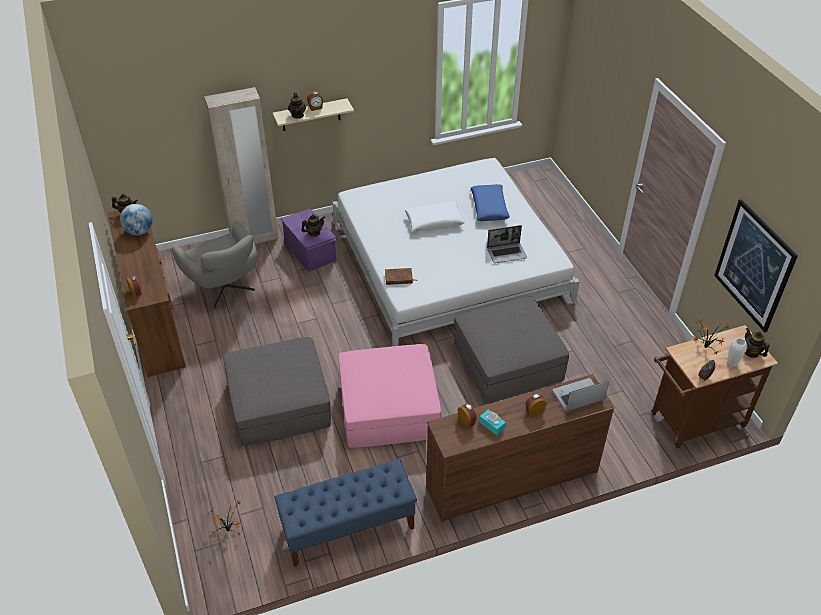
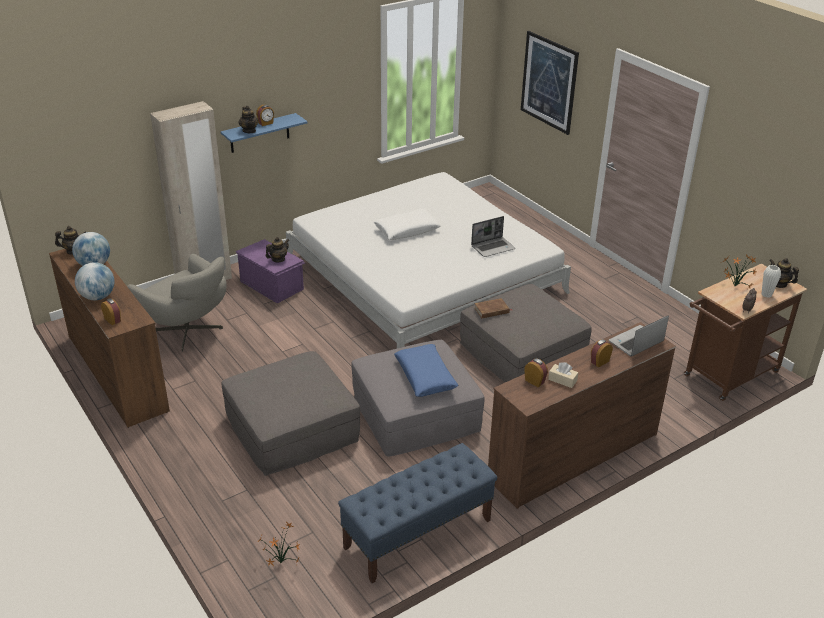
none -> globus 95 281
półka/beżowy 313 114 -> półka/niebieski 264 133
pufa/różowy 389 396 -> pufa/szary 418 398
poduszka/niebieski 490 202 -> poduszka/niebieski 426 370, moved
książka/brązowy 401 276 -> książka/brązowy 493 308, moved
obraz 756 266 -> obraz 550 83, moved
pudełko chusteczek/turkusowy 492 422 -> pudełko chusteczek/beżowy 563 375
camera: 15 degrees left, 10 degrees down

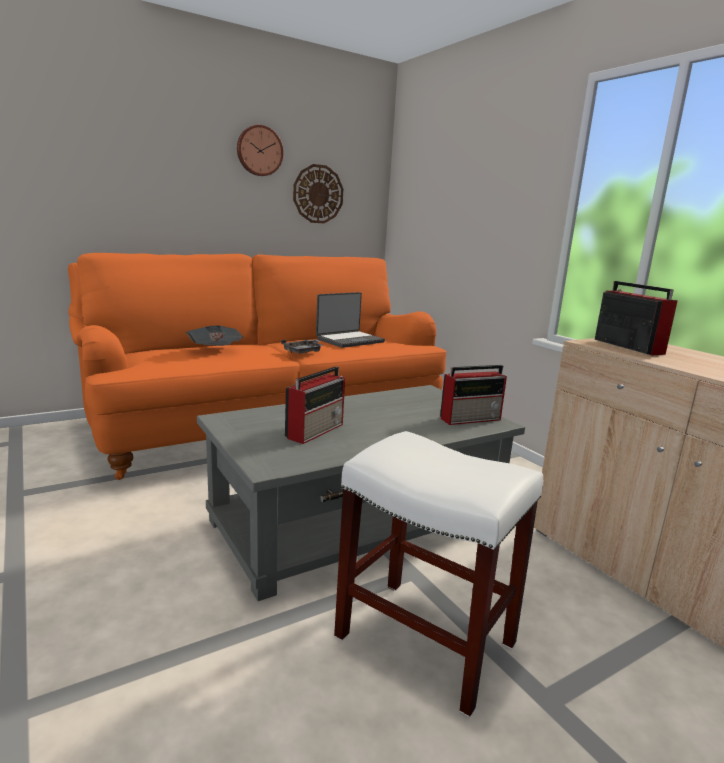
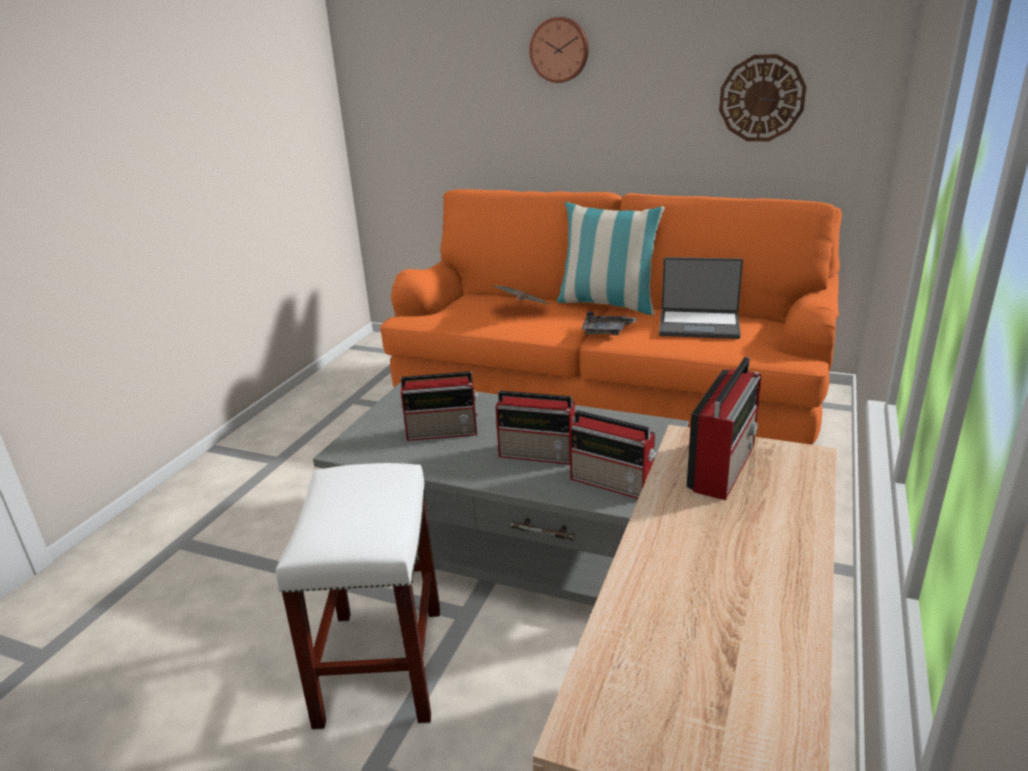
none -> radio 535 428
zegar ścienny 260 150 -> zegar ścienny 559 50, moved
none -> poduszka 611 258
camera: 55 degrees right, 10 degrees up

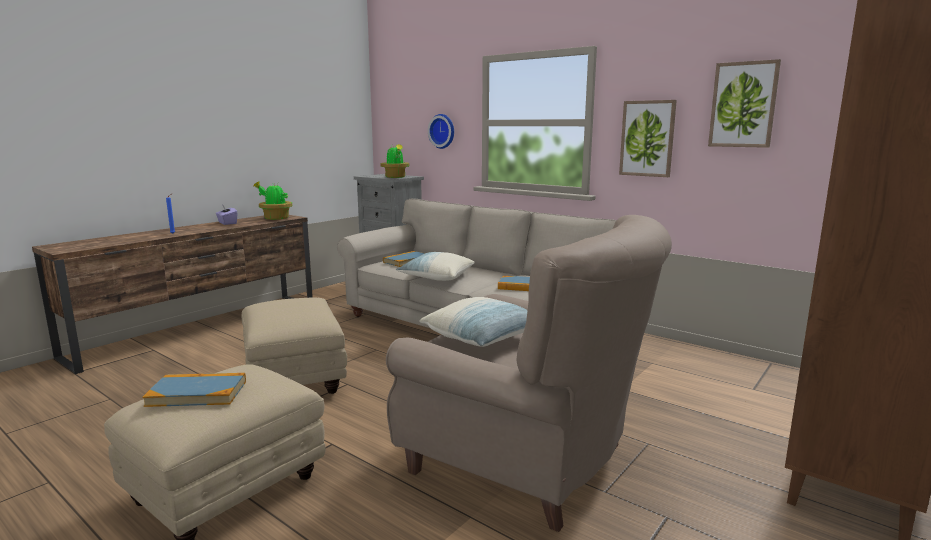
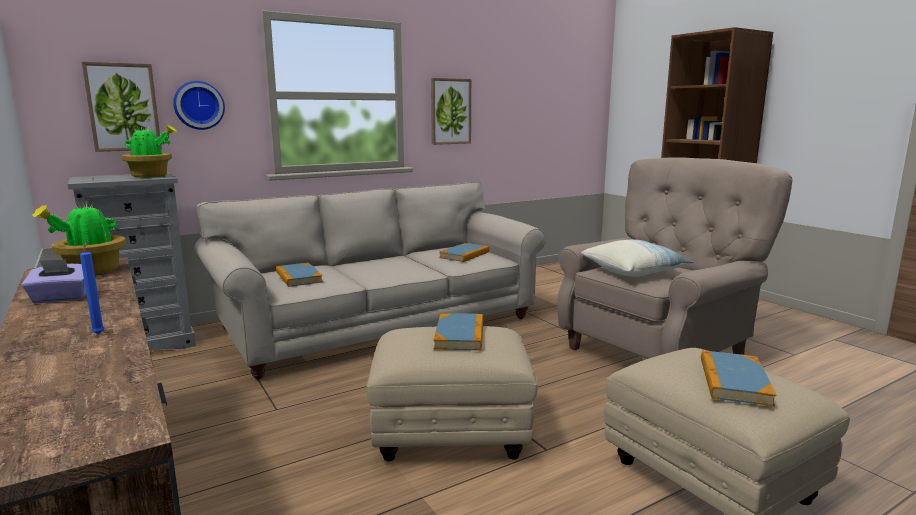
obraz 744 103 -> obraz 122 107, moved
none -> książka 458 332
poduszka 435 266 -> none
camera: 70 degrees left, 0 degrees up

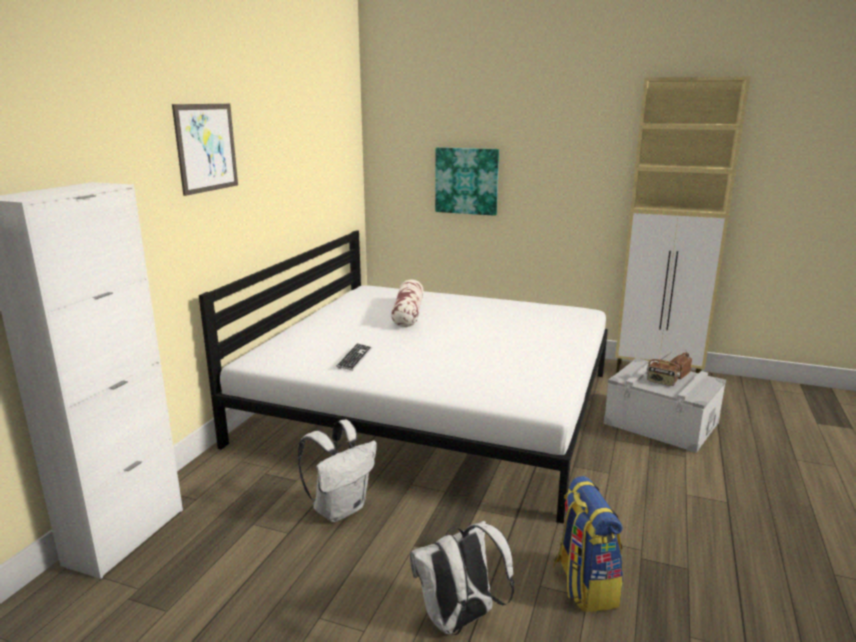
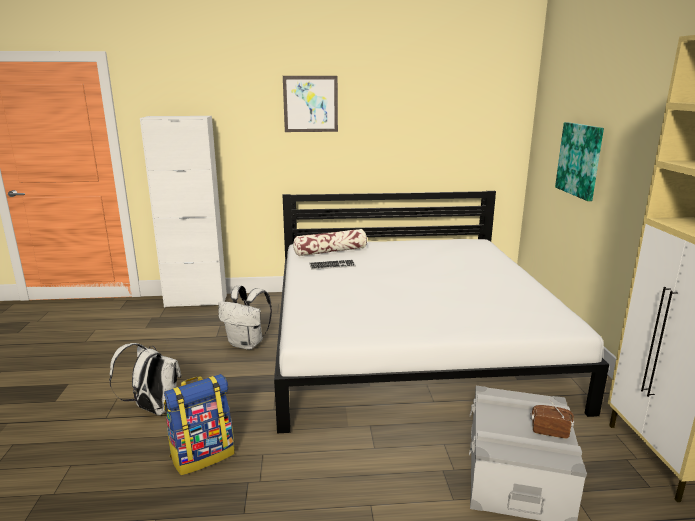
poduszka 407 303 -> poduszka 330 242, moved
radio 663 369 -> none
camera: 65 degrees right, 0 degrees up

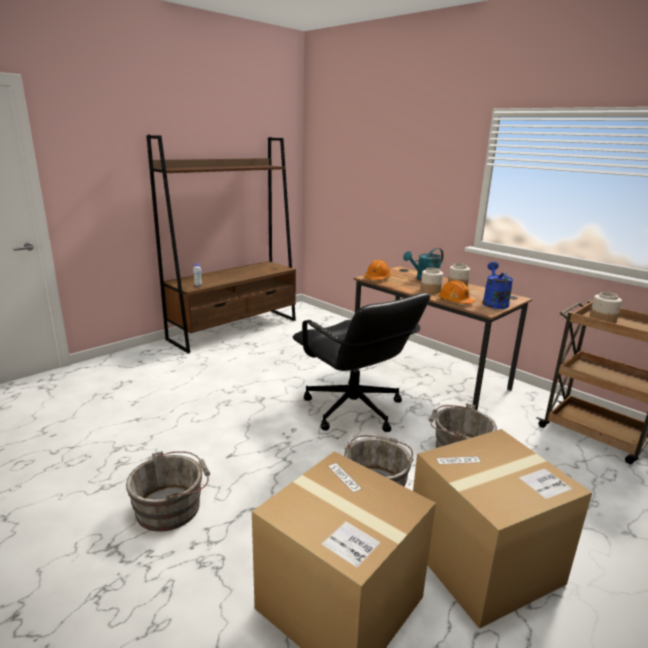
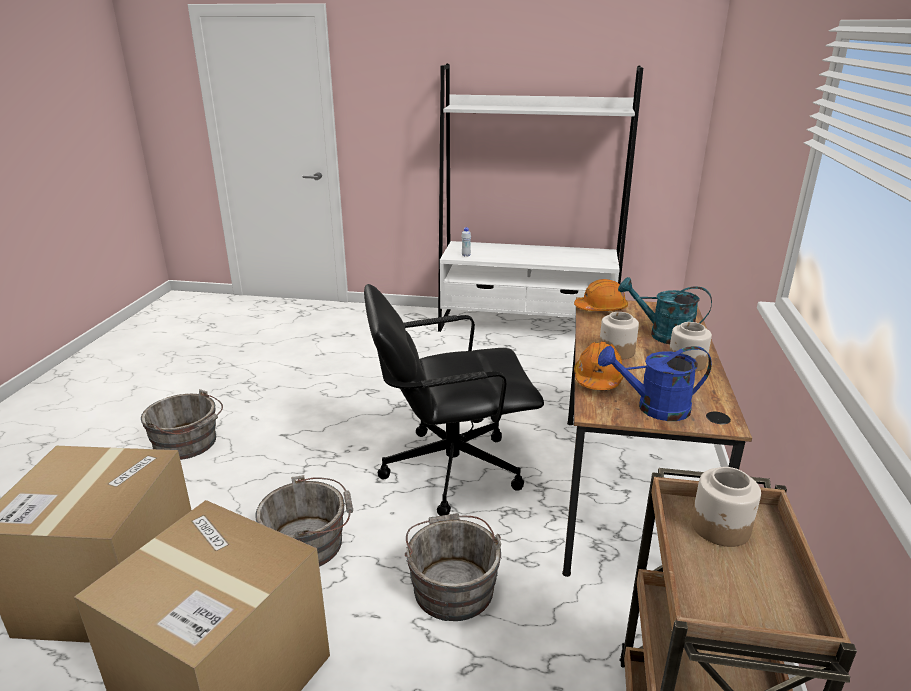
krzesło biurowe/czarny 361 362 -> krzesło biurowe/czarny 454 400, 60 degrees clockwise
regał/brązowy 221 244 -> regał/biały 540 198
konewka/niebieski 498 285 -> konewka/niebieski 655 383, 150 degrees counterclockwise
camera: 55 degrees right, 5 degrees up

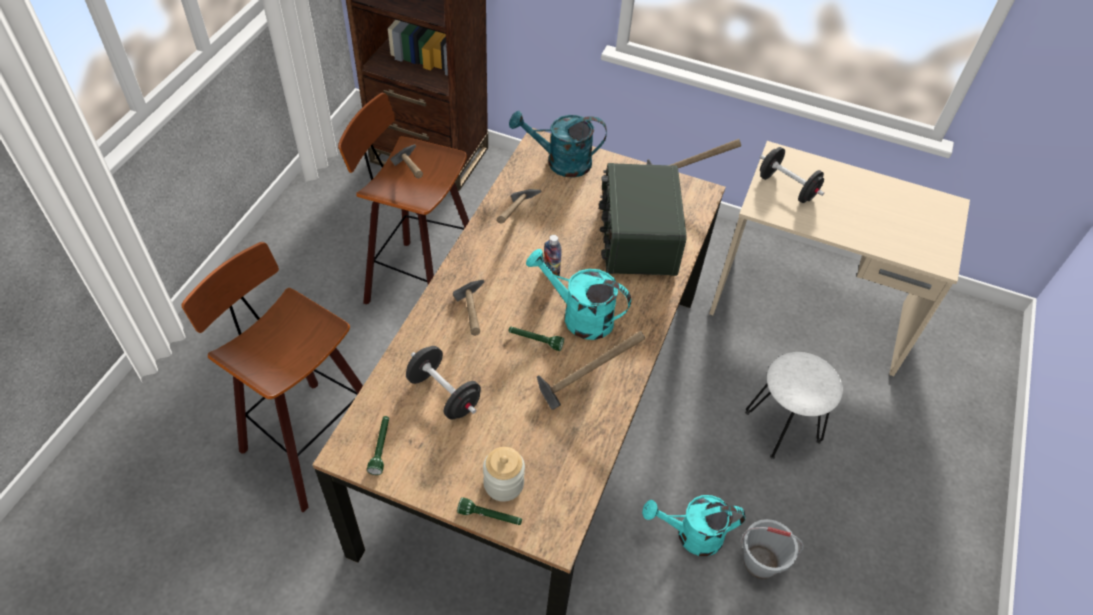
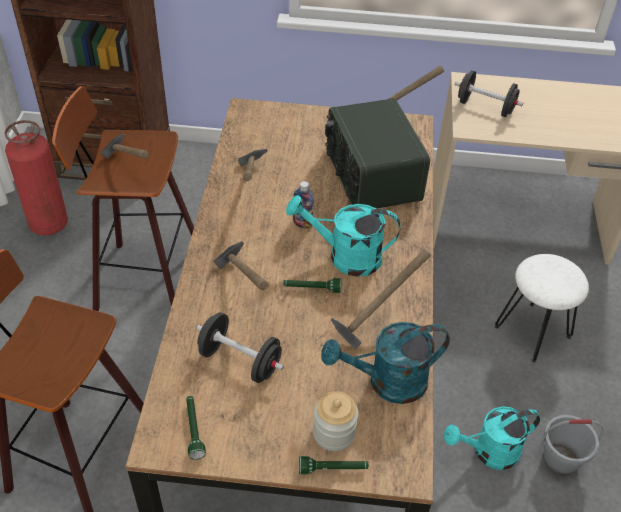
none -> gaśnica 36 178
konewka/turkusowy 558 144 -> konewka/turkusowy 385 363, moved
camera: 15 degrees left, 5 degrees down

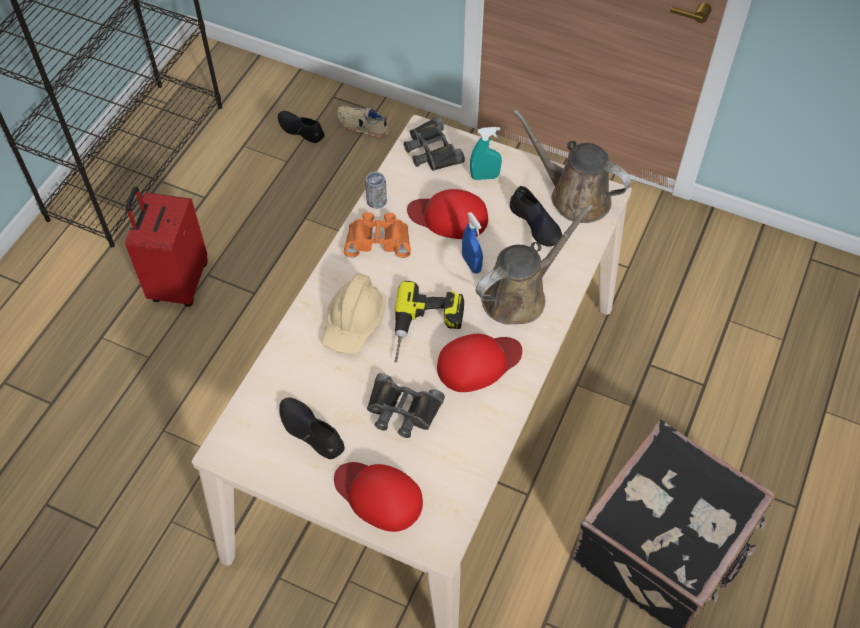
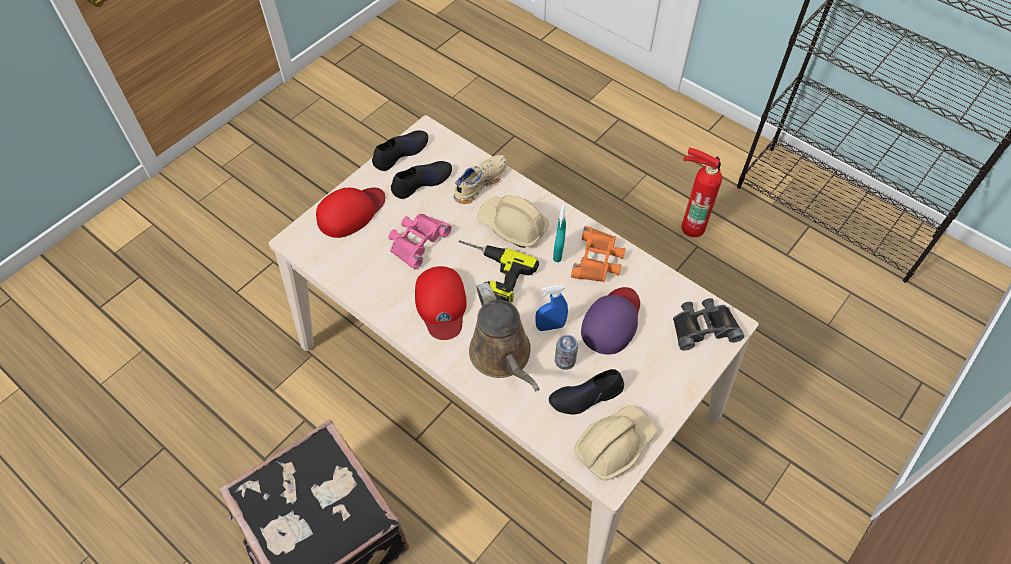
but/czarny 301 127 -> but/czarny 400 150, moved
lornetka/czarny 406 405 -> lornetka/różowy 419 241
but/beżowy 363 122 -> but/beżowy 480 179, moved
spryskiwacz/turkusowy 486 153 -> spryskiwacz/turkusowy 559 233, moved
puszka 376 190 -> puszka 566 352, moved
konewka/brązowy 572 166 -> kask/beżowy 615 443
czapka z daszkiem/czerwony 447 214 -> czapka z daszkiem/fioletowy 610 321
walizka/czerwony 166 246 -> gaśnica 702 192
camera: 105 degrees right, 0 degrees up

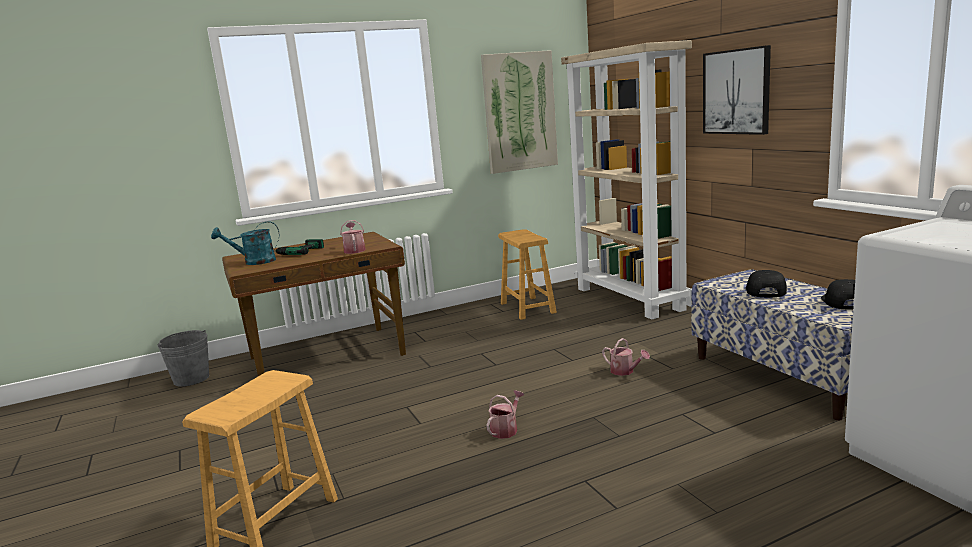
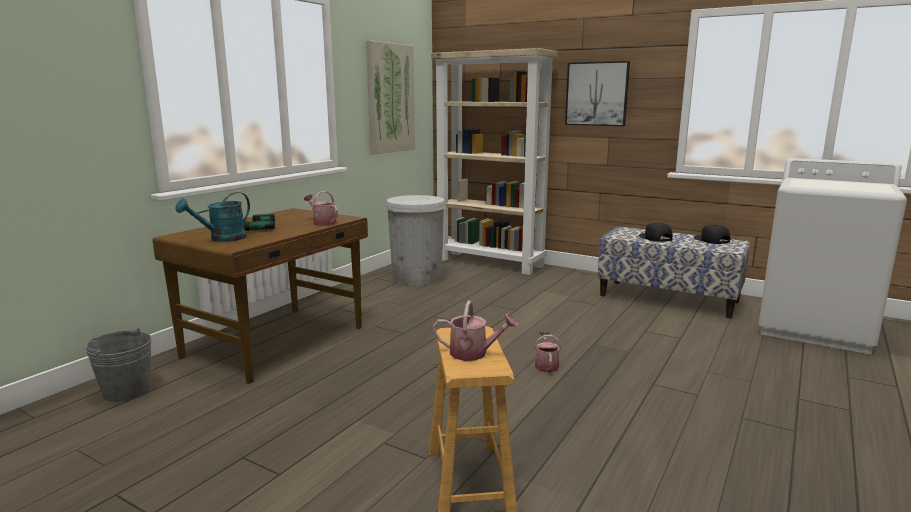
stołek/brązowy 527 274 -> kosz na śmieci/biały 415 240
konewka 626 357 -> konewka 476 331, moved
camera: 35 degrees left, 0 degrees up

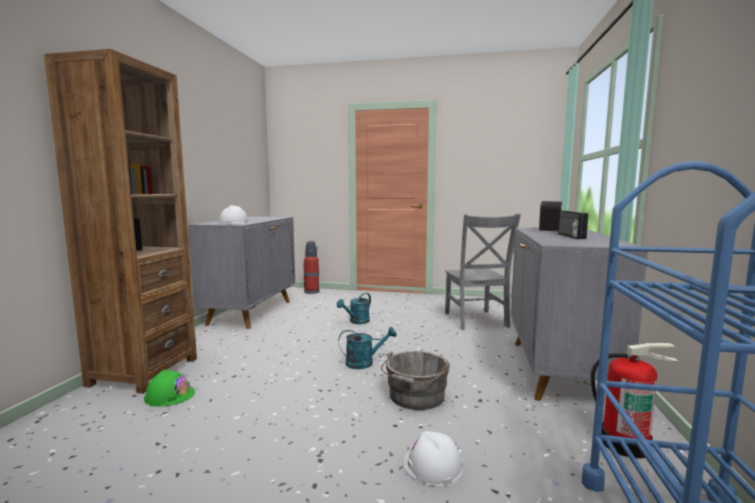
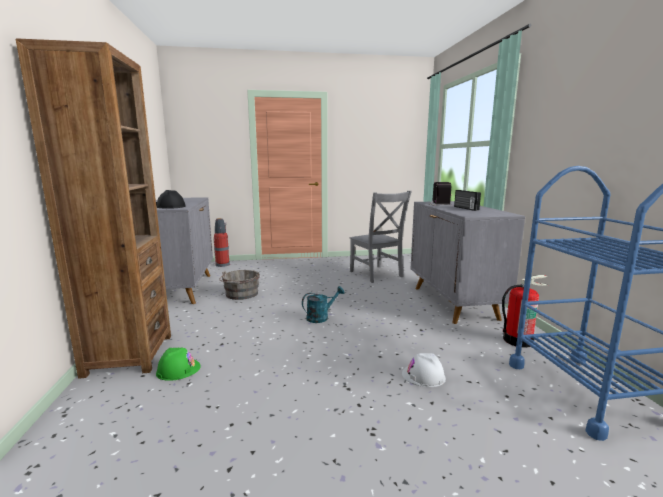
kask/biały 233 214 -> kask/czarny 171 199
wiadro/szary 415 380 -> wiadro/szary 239 285, moved
konewka/turkusowy 354 308 -> none
camera: 20 degrees left, 5 degrees up

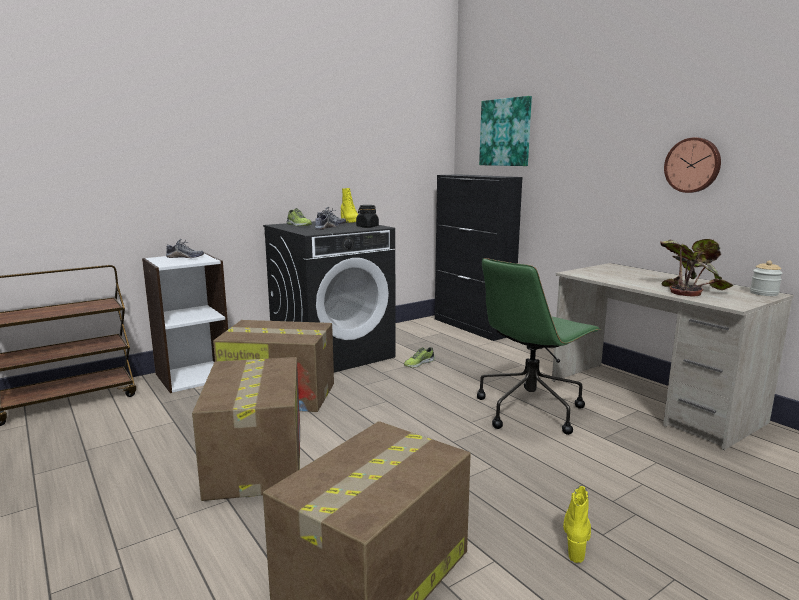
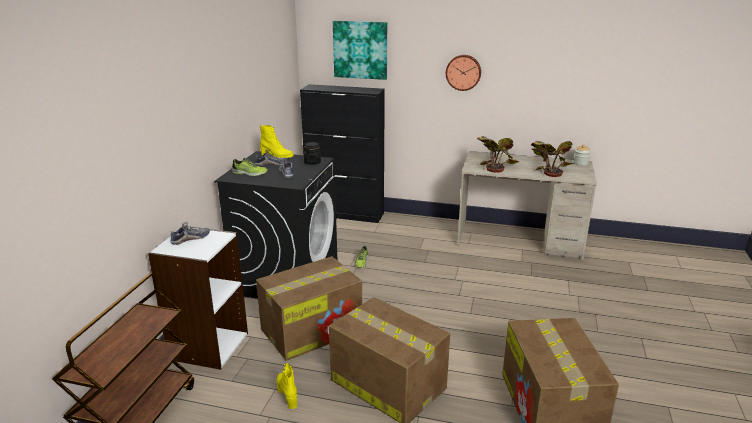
but z cholewką/żółty 577 524 -> but z cholewką/żółty 286 386, moved
zegar ścienny 692 165 -> zegar ścienny 463 73, moved
none -> roślina doniczkowa 498 154
krzesło biurowe/zielony 539 346 -> none
camera: 40 degrees left, 10 degrees up

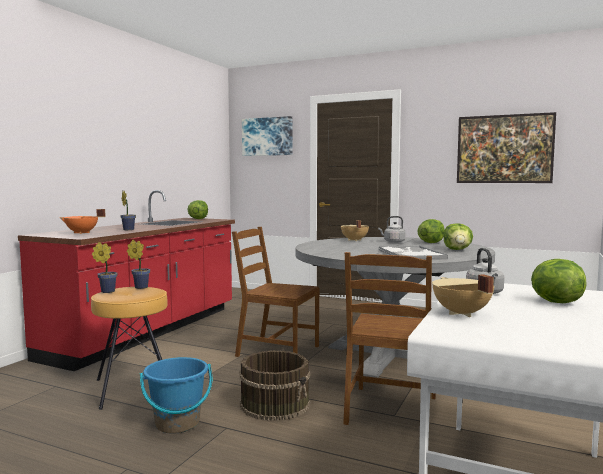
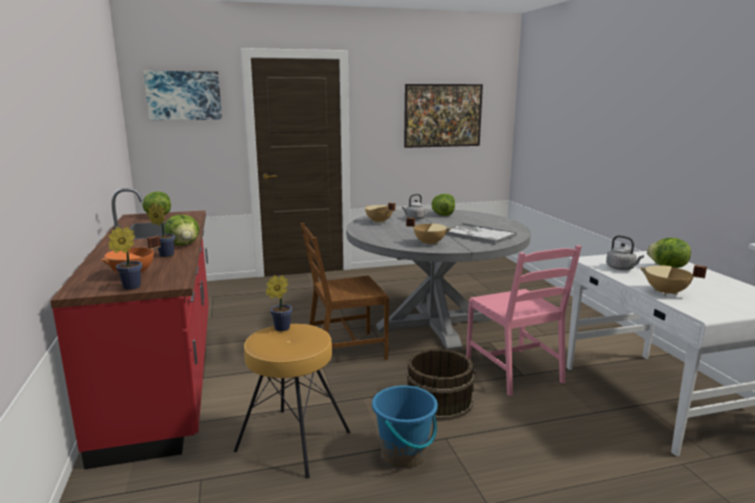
roślina doniczkowa 104 267 -> roślina doniczkowa 125 258, moved
sałata 458 236 -> sałata 182 230, moved
none -> garnek/beżowy 428 232
krzesło/brązowy 389 338 -> krzesło/różowy 524 320
camera: 40 degrees left, 10 degrees up

